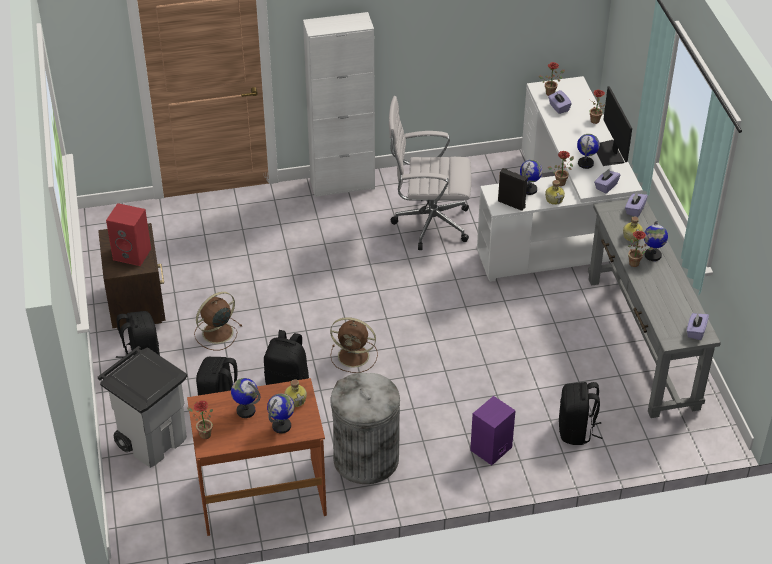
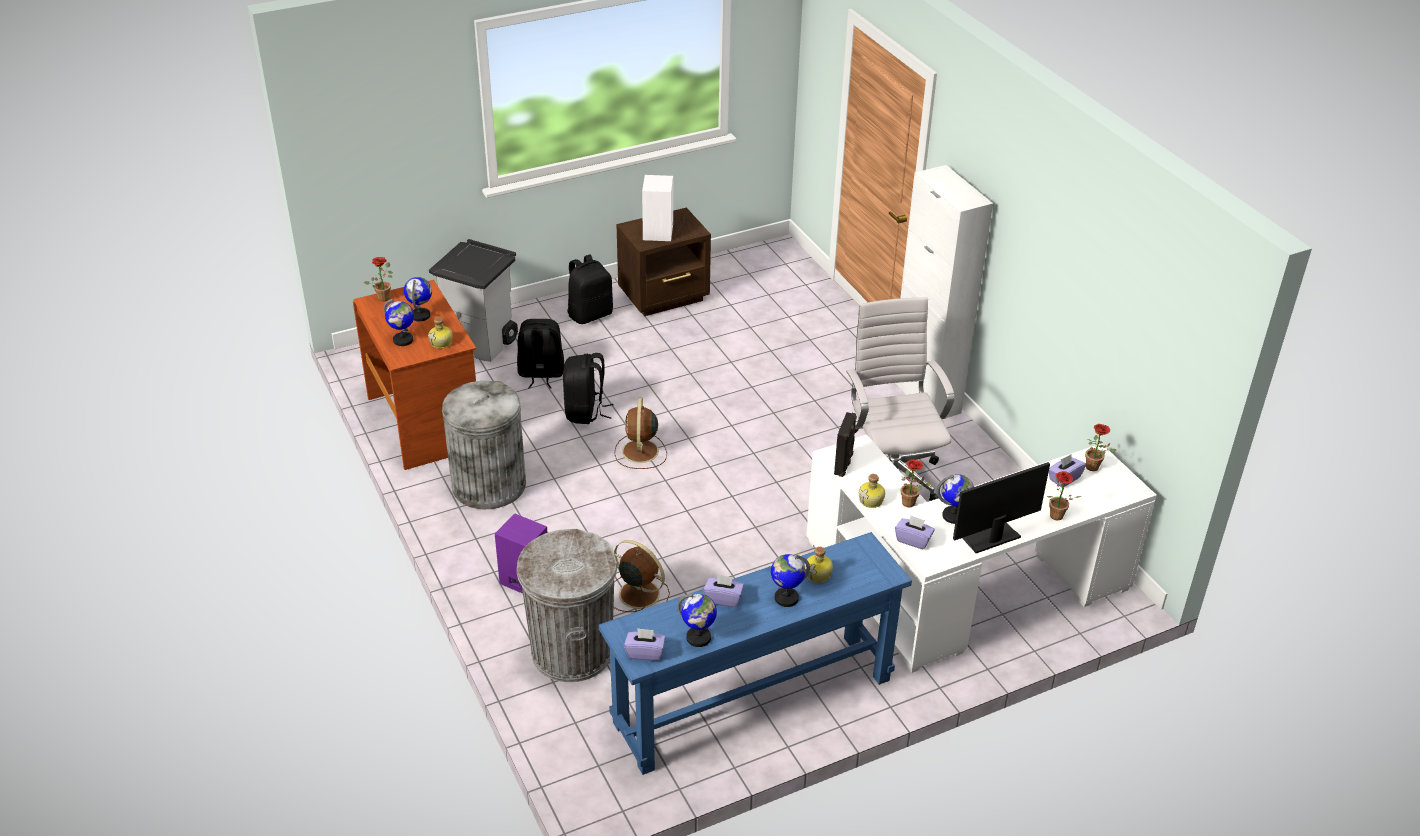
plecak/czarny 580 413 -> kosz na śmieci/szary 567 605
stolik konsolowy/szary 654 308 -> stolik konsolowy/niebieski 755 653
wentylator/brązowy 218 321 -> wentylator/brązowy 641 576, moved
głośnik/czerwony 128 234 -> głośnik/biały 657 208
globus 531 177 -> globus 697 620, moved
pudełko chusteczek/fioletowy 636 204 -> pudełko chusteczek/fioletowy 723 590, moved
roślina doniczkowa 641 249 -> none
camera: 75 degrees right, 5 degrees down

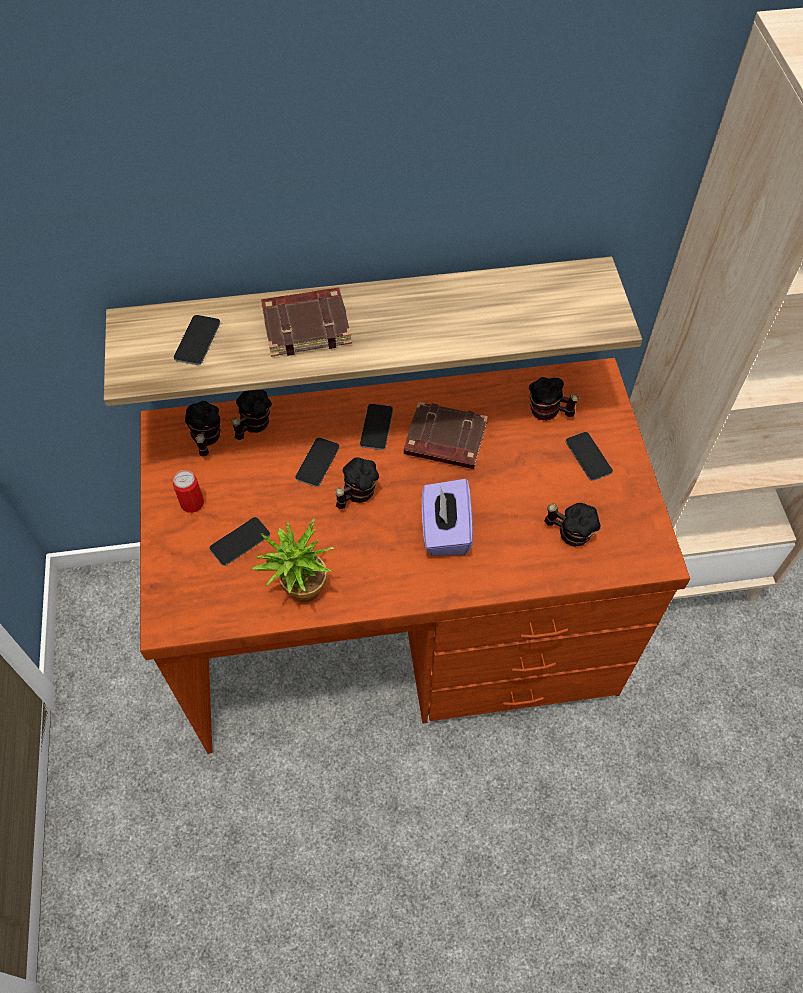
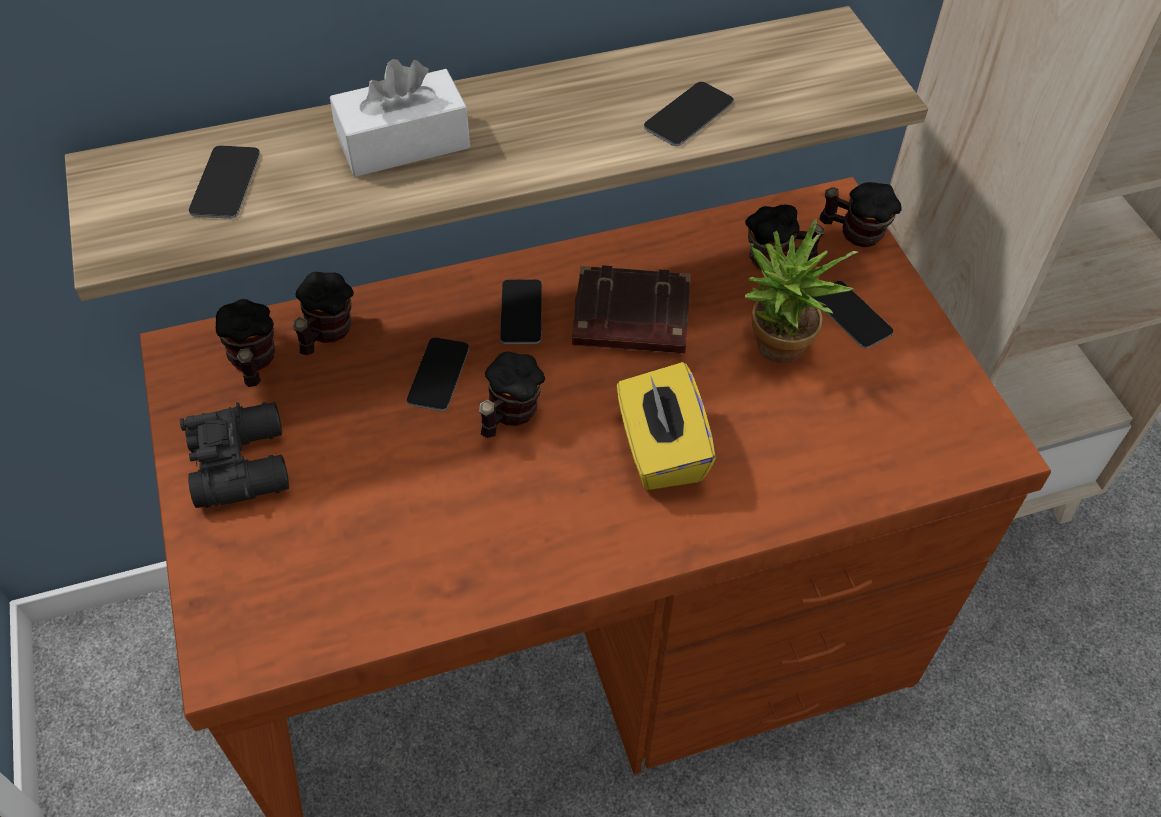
puszka 188 491 -> lornetka/czarny 234 455
książka/brązowy 306 322 -> pudełko chusteczek/biały 400 118
pudełko chusteczek/fioletowy 447 517 -> pudełko chusteczek/żółty 666 426
telefon 240 541 -> telefon 689 114, moved
roślina doniczkowa 293 560 -> roślina doniczkowa 801 291, moved
kubek 572 525 -> kubek 860 215, moved
camera: 10 degrees left, 5 degrees down

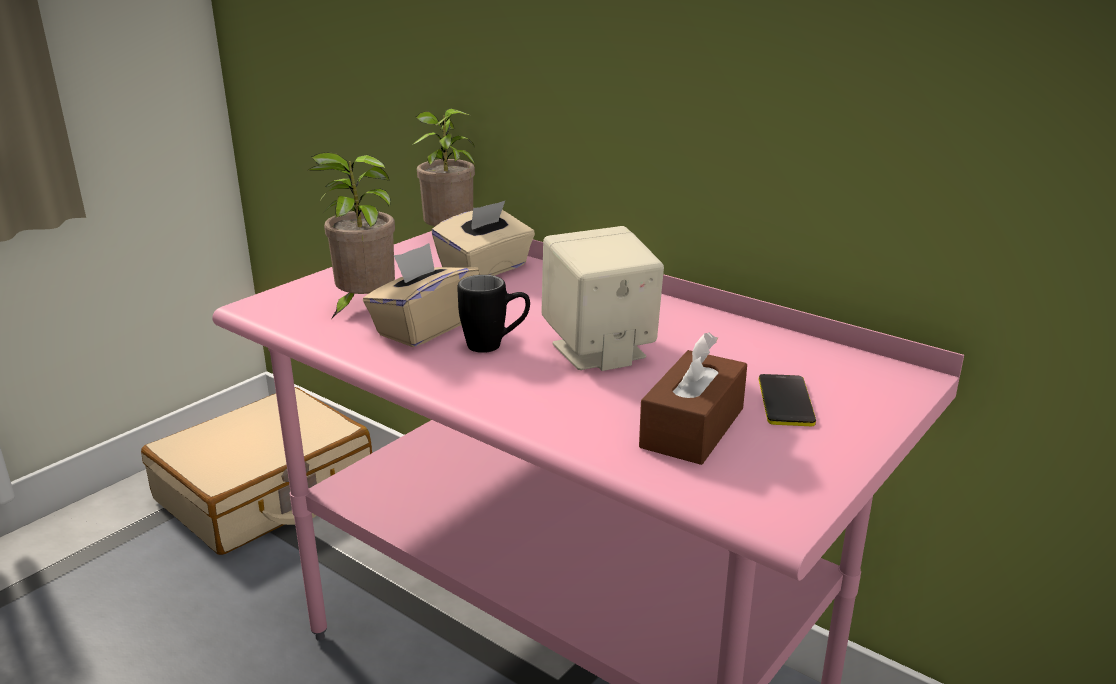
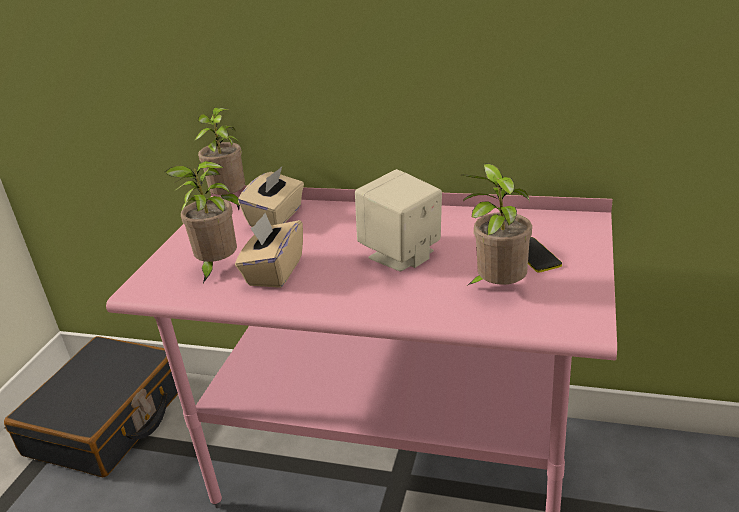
walizka/beżowy 256 471 -> walizka/czarny 91 406
pudełko chusteczek/brązowy 693 399 -> roślina doniczkowa 497 224
kubek/czarny 494 314 -> none
camera: 20 degrees left, 5 degrees up

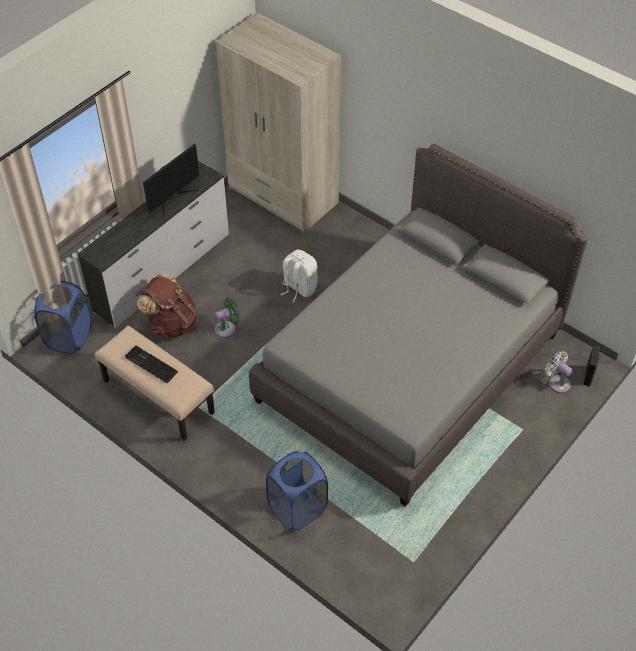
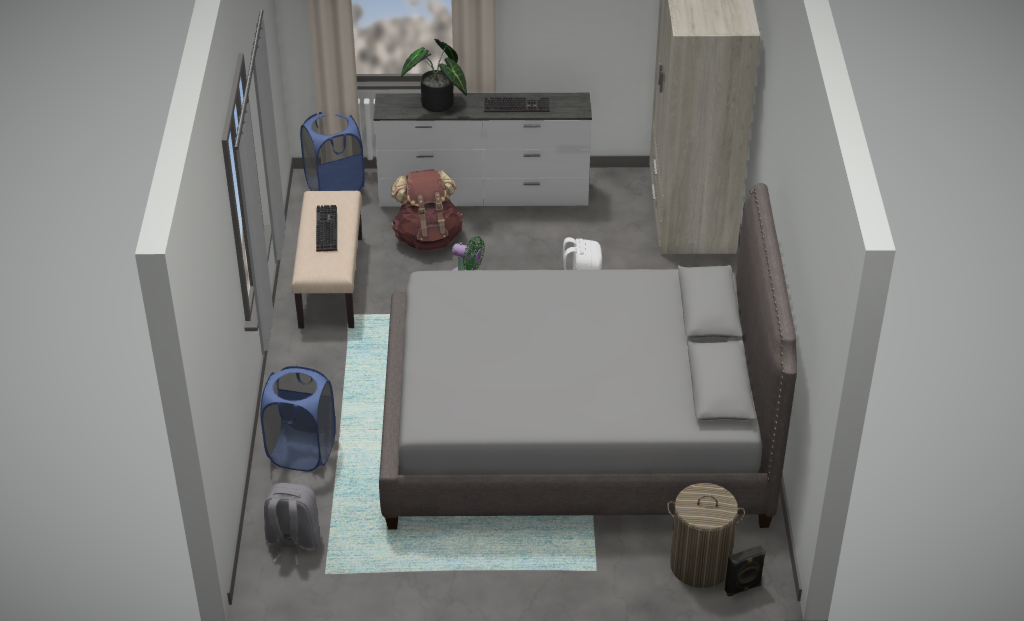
none -> plecak/szary 292 524
none -> roślina doniczkowa 434 75
monitor 171 181 -> klawiatura 517 104
wentylator/biały 559 372 -> kosz na pranie 706 535
camera: 50 degrees right, 10 degrees down

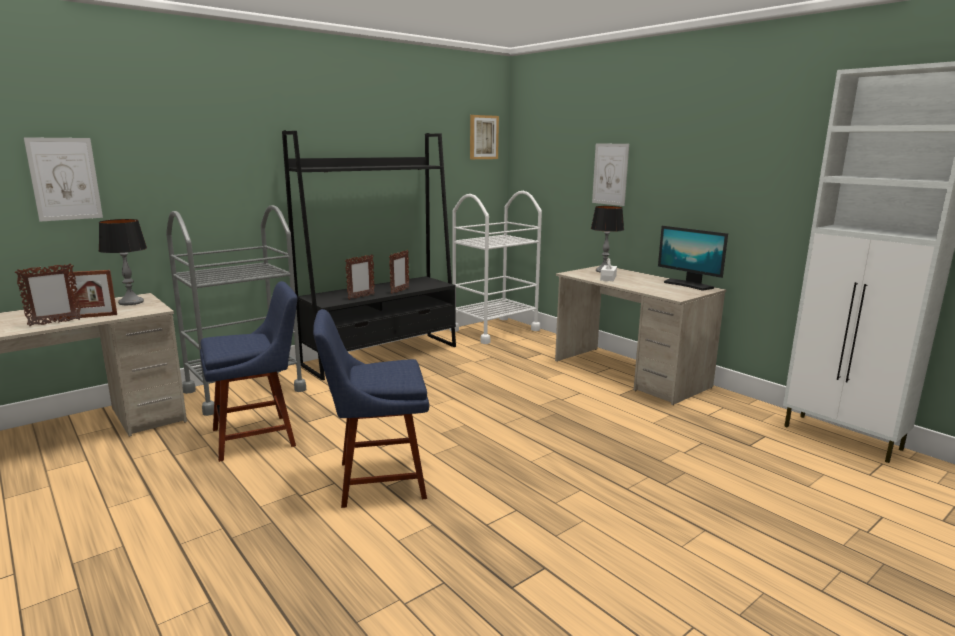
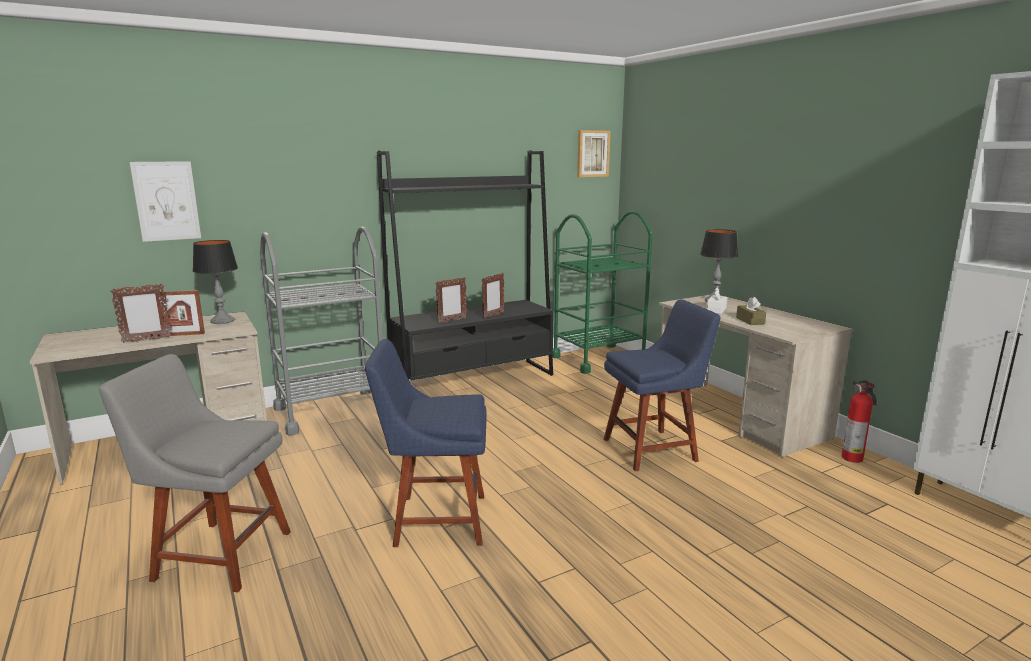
none -> krzesło/szary 195 473
wózek/biały 496 267 -> wózek/zielony 602 292
krzesło/niebieski 248 371 -> krzesło/niebieski 662 385, moved
none -> pudełko chusteczek/brązowy 751 311
none -> gaśnica 859 421
obraz 610 174 -> none
monitor 693 258 -> none
camera: 10 degrees right, 0 degrees up

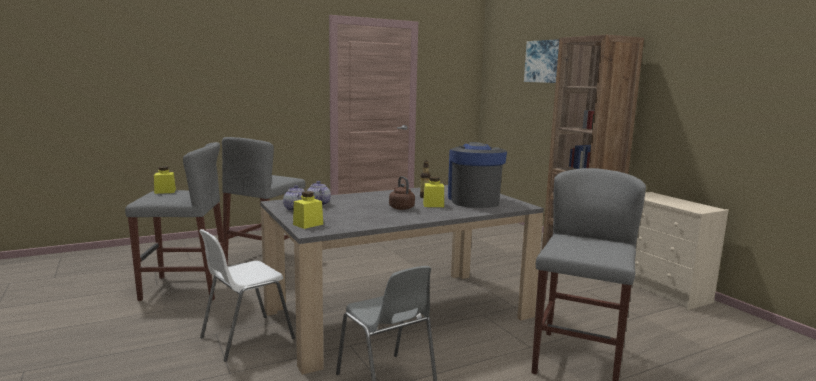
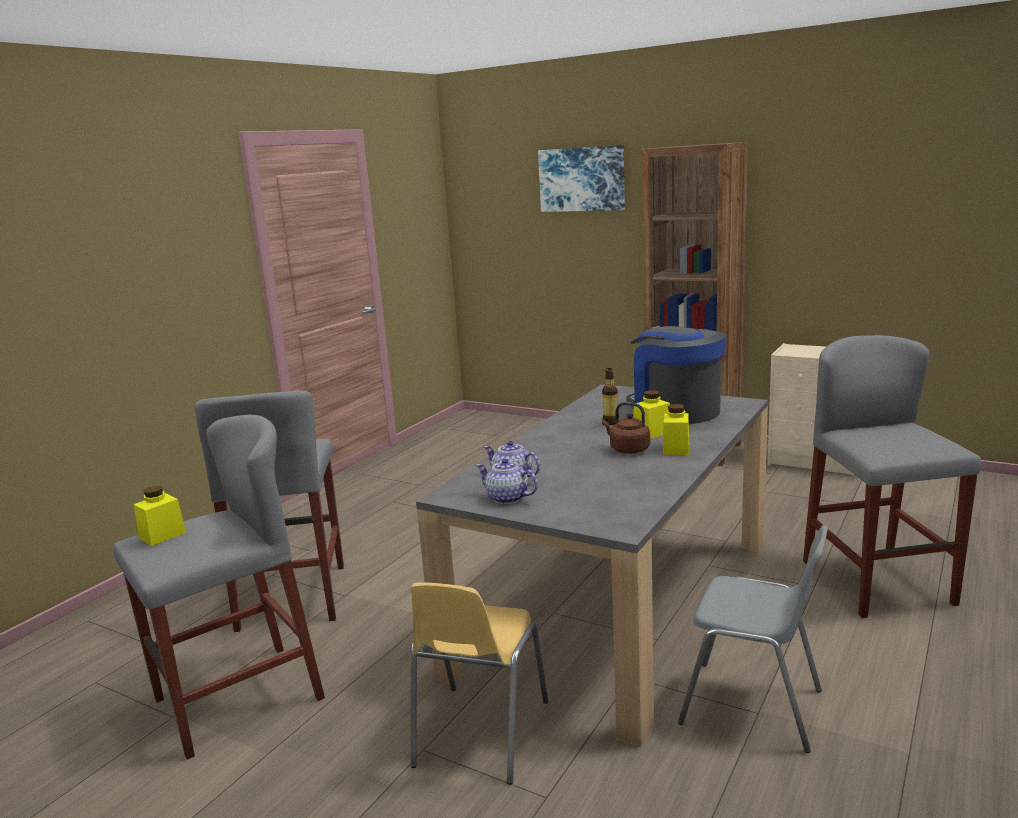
krzesło/biały 247 295 -> krzesło/żółty 479 683
słoik/żółty 308 210 -> słoik/żółty 676 429, moved
camera: 30 degrees left, 5 degrees up

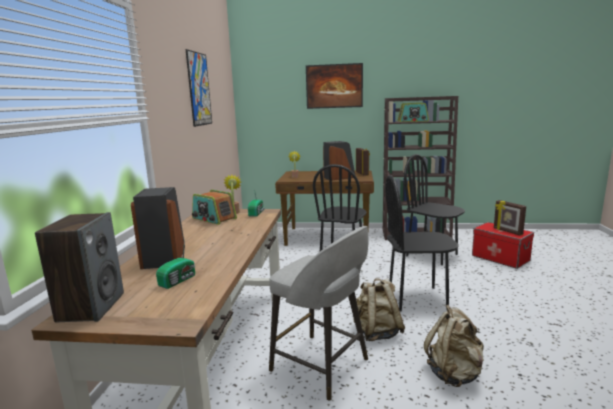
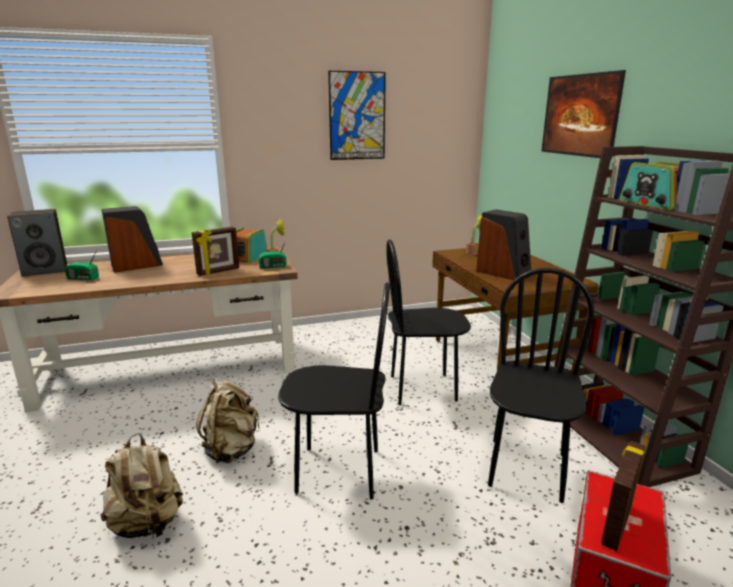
ramka na zdjęcie 363 162 -> ramka na zdjęcie 215 251, moved
krzesło/czarny 422 243 -> krzesło/czarny 334 391, 120 degrees clockwise
stołek/szary 319 313 -> none
camera: 65 degrees right, 5 degrees up

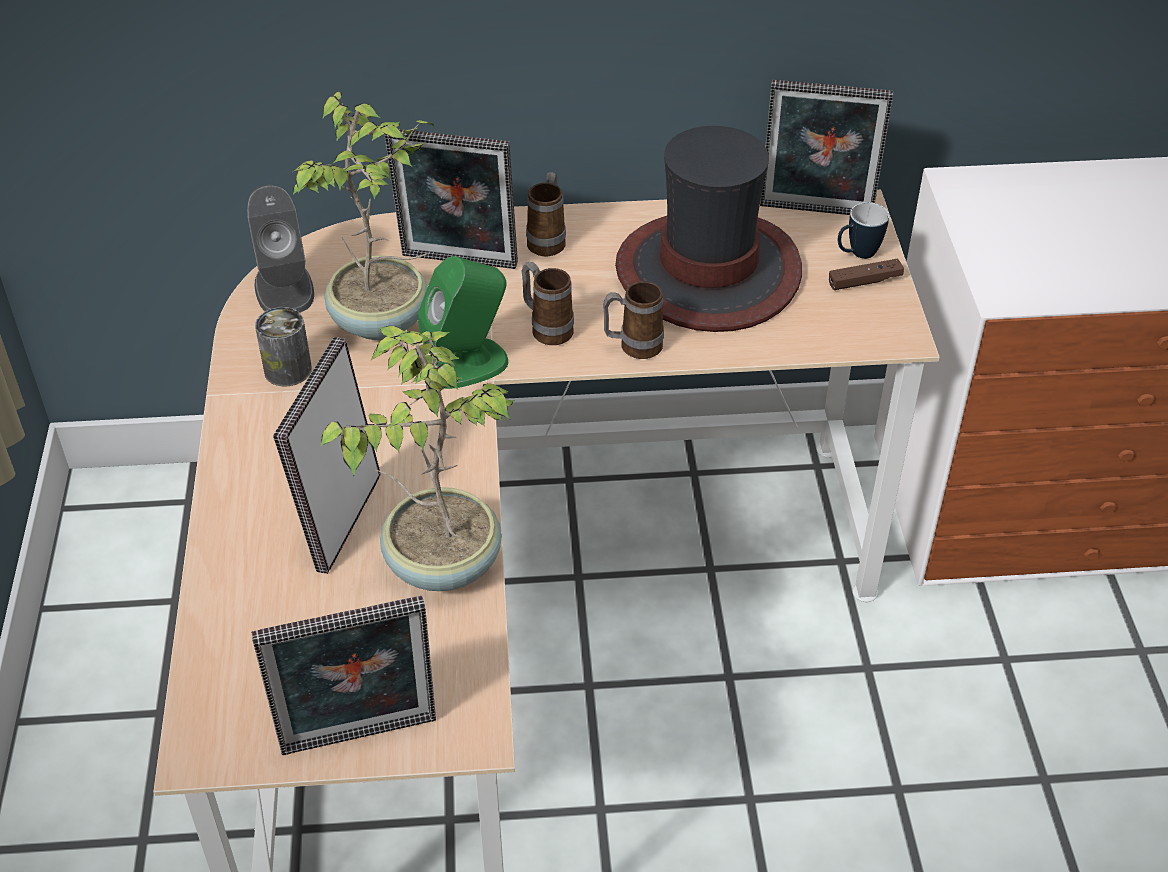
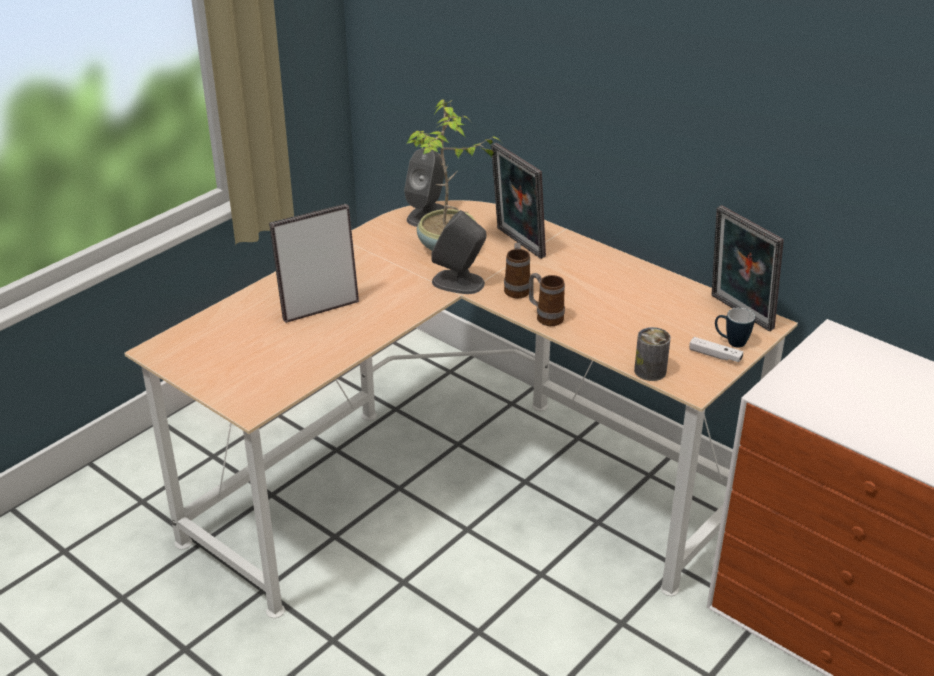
głośnik/zielony 463 322 -> głośnik/szary 459 252
puszka 283 346 -> puszka 652 354, moved
pad do gier/brązowy 866 274 -> pad do gier/biały 716 349
ramka na zdjęcie 343 675 -> none
roślina doniczkowa 417 458 -> none
kubek 546 214 -> none
kapelusz 708 229 -> none
camera: 45 degrees right, 10 degrees down

